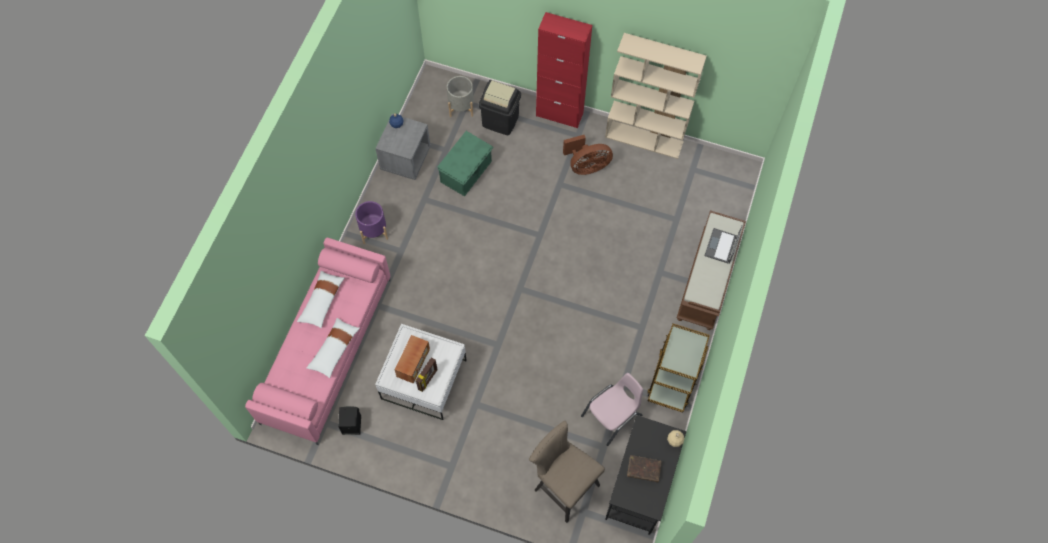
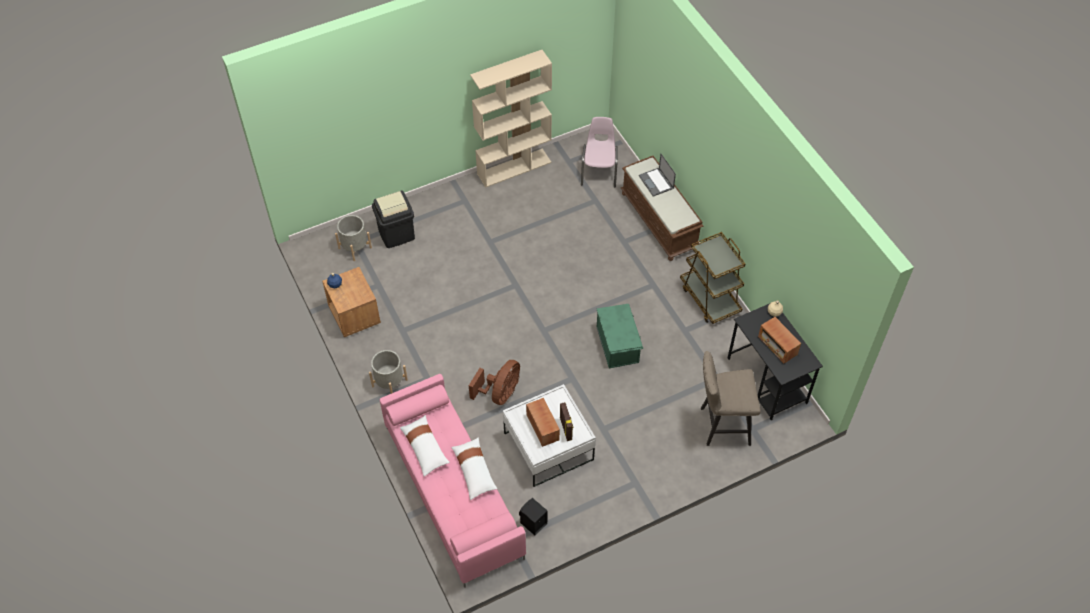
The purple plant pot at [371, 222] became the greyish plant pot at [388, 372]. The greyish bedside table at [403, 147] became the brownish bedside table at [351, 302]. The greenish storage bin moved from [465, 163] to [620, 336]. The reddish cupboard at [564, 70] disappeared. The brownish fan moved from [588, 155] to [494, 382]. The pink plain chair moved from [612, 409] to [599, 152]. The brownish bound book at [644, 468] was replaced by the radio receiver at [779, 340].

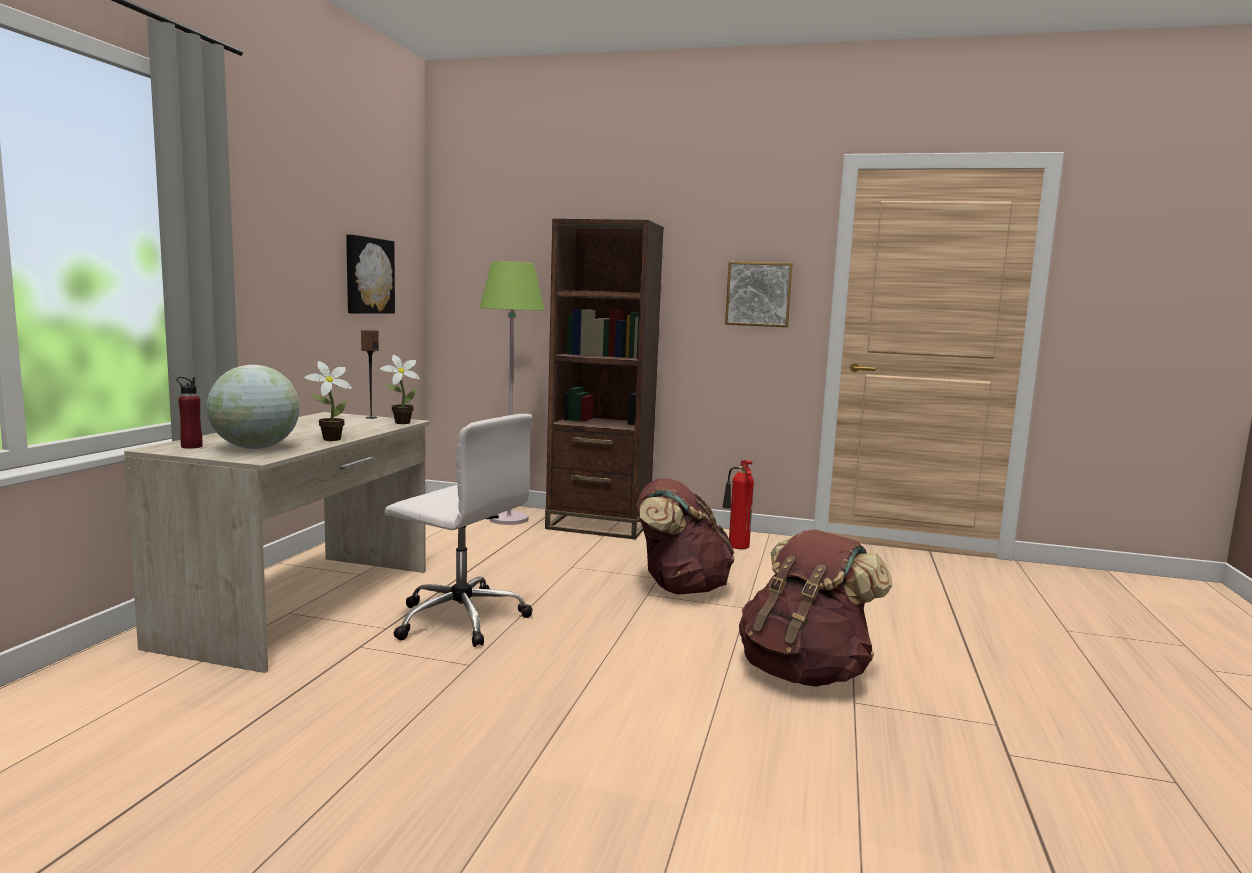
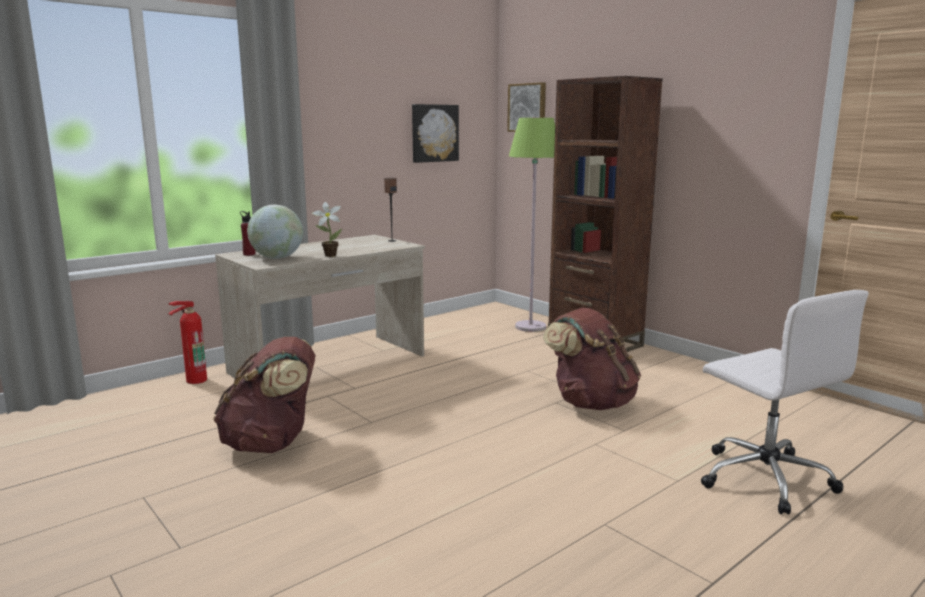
The plant in a pot at [400, 389] disappeared. The white office chair moved from [458, 530] to [784, 402]. The extinguisher moved from [738, 504] to [187, 342]. The wall art moved from [759, 294] to [526, 107]. The brownish knapsack moved from [816, 608] to [264, 395].

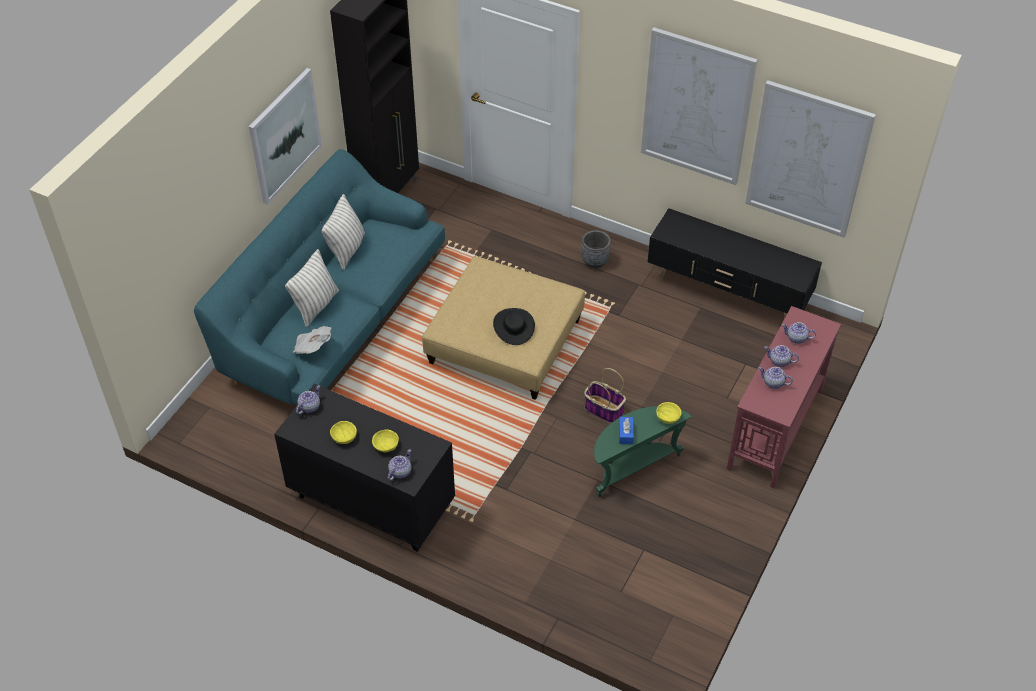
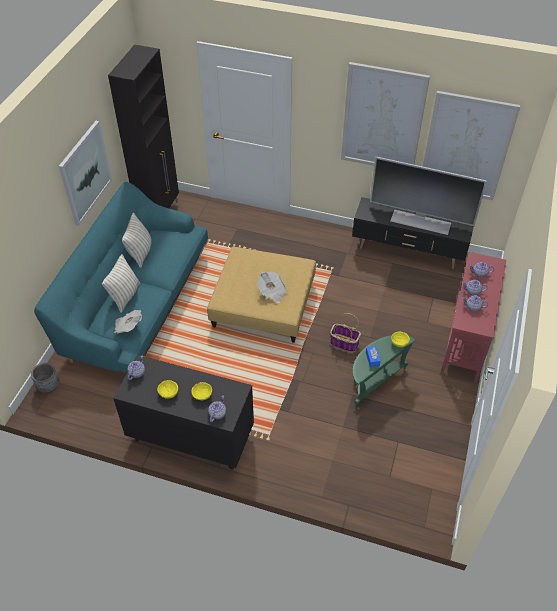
The black-coloured hat at [514, 326] was replaced by the printed paper at [272, 287]. The greyish plant pot moved from [596, 249] to [45, 378]. The TV set at [428, 196] appeared.

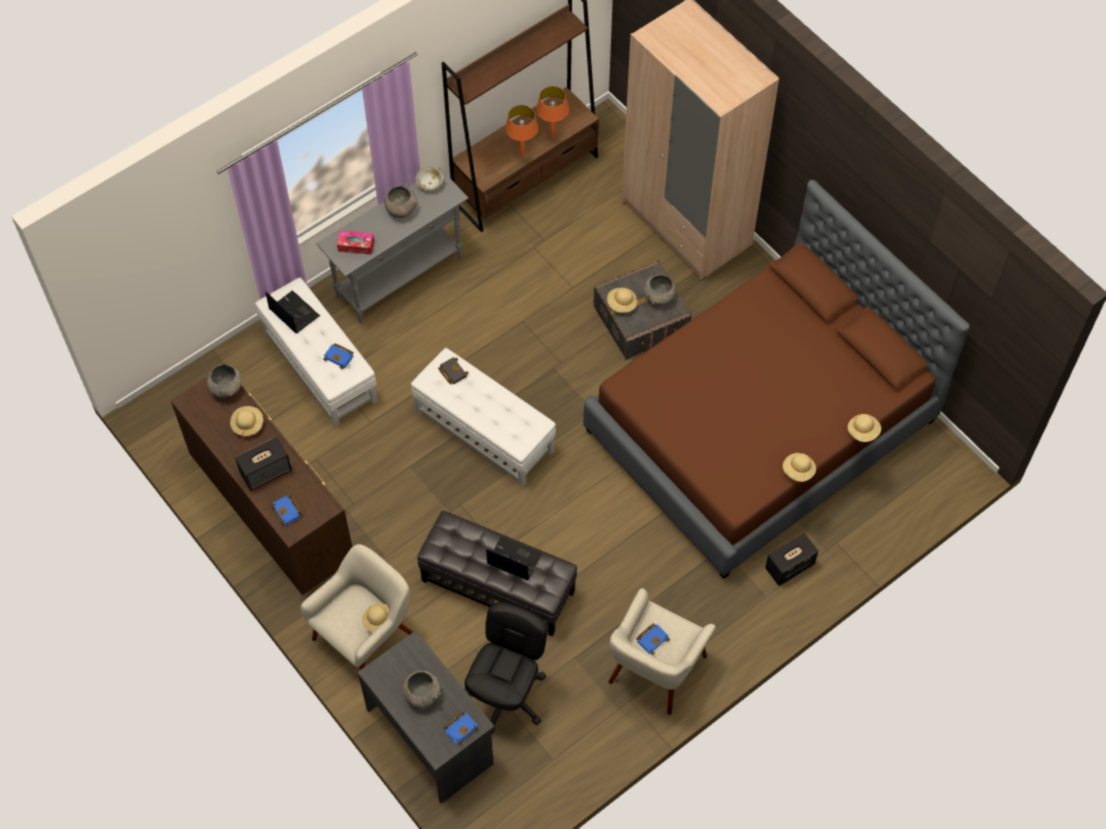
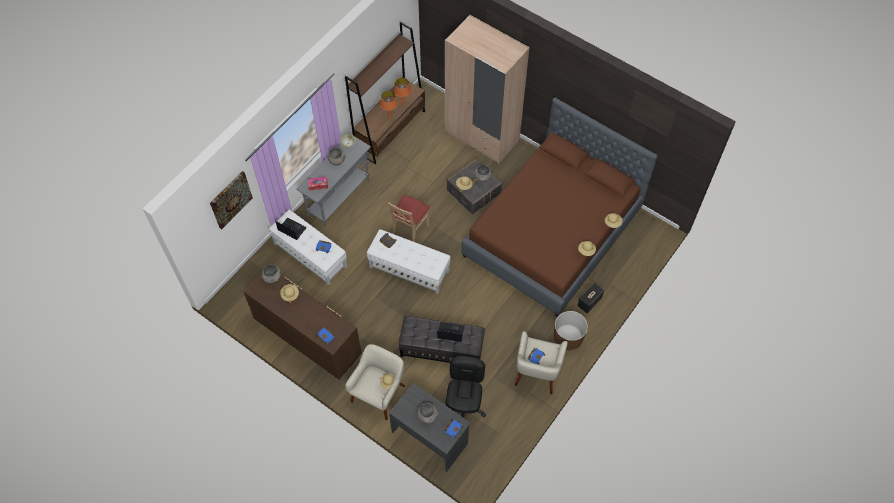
The speaker at [263, 463] disappeared. The wall art at [231, 200] appeared. The sand-coloured plain chair at [409, 218] appeared. The brownish plant pot at [571, 330] appeared.

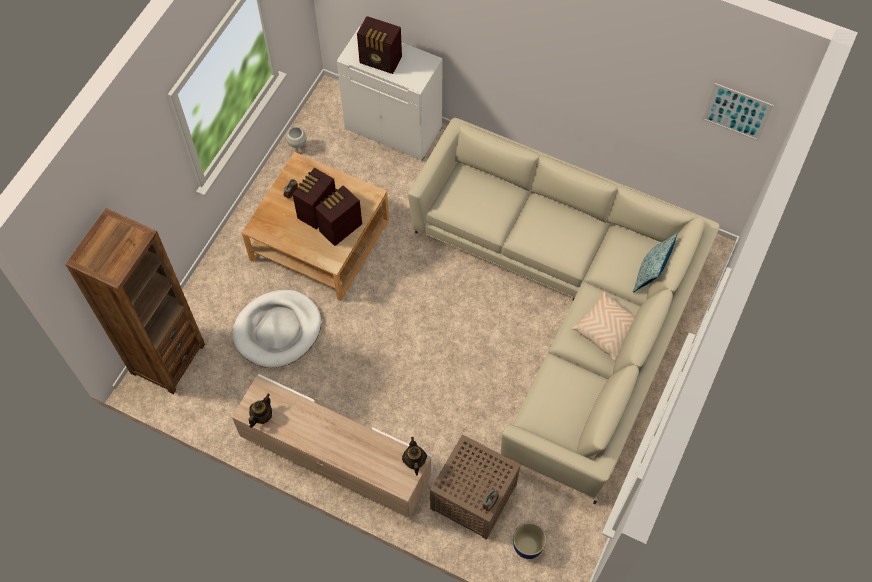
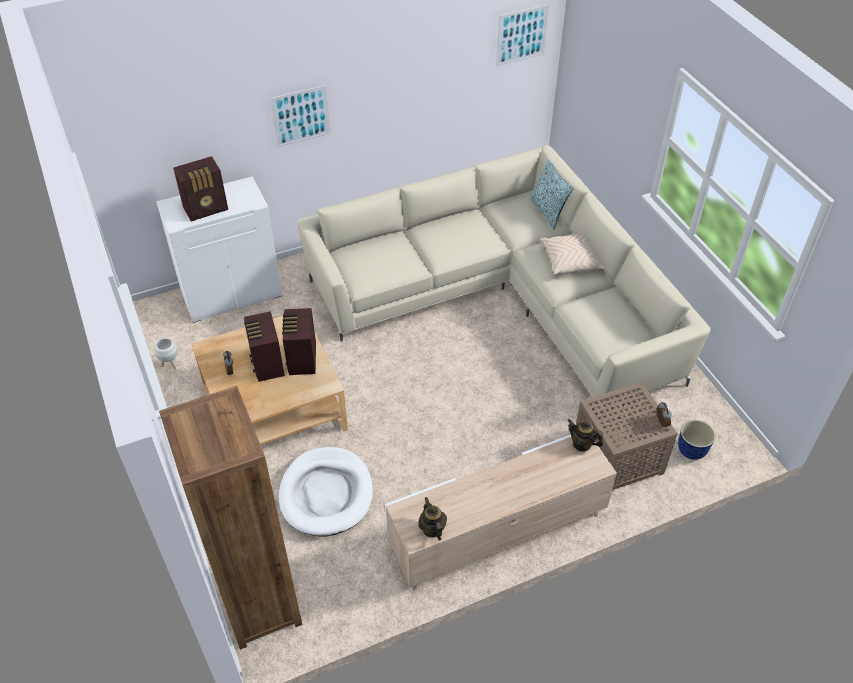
The wall art at [300, 116] appeared.

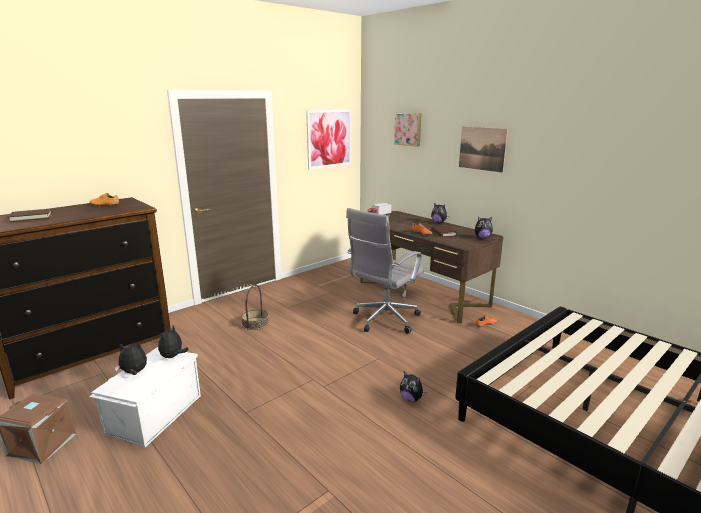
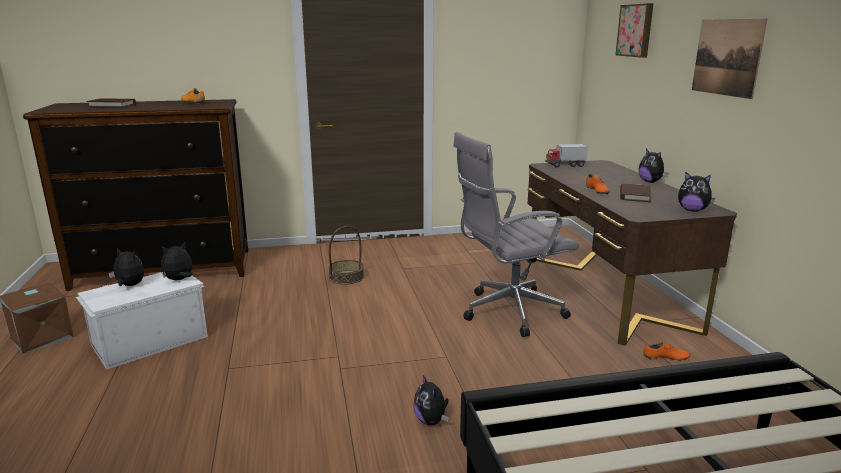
The wall art at [328, 139] disappeared.

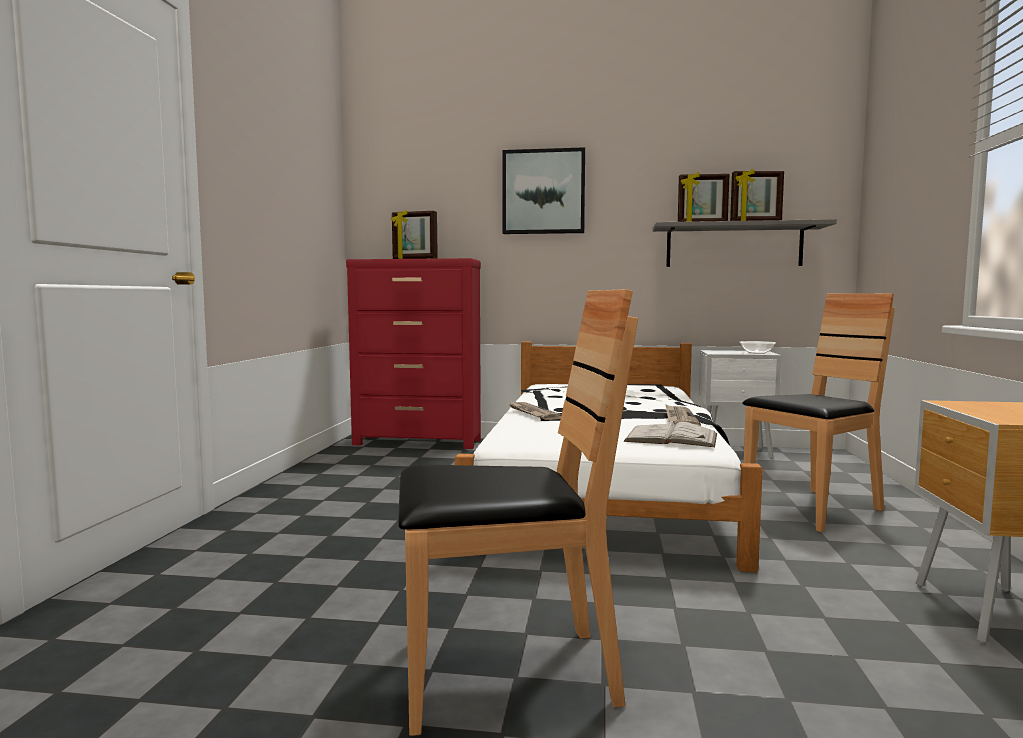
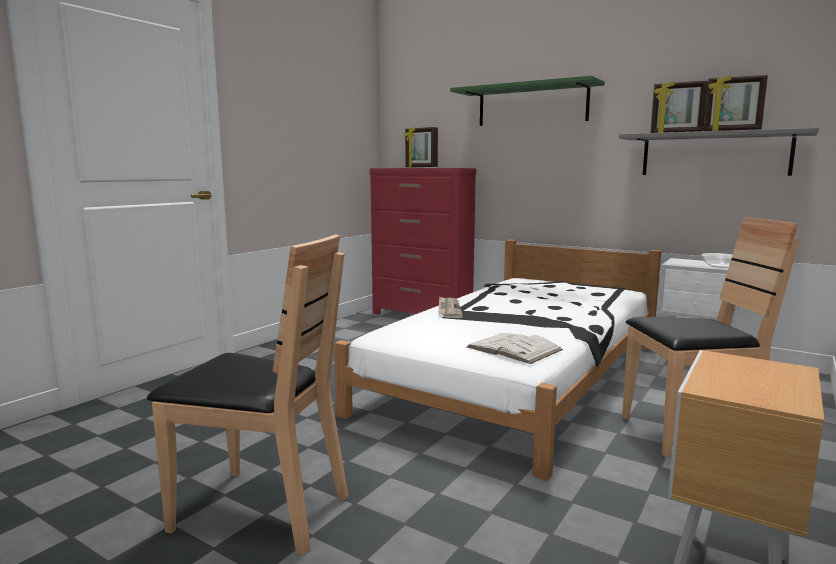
The wall art at [543, 190] was replaced by the greenish shelf at [527, 100]. The printed paper at [683, 415] disappeared.

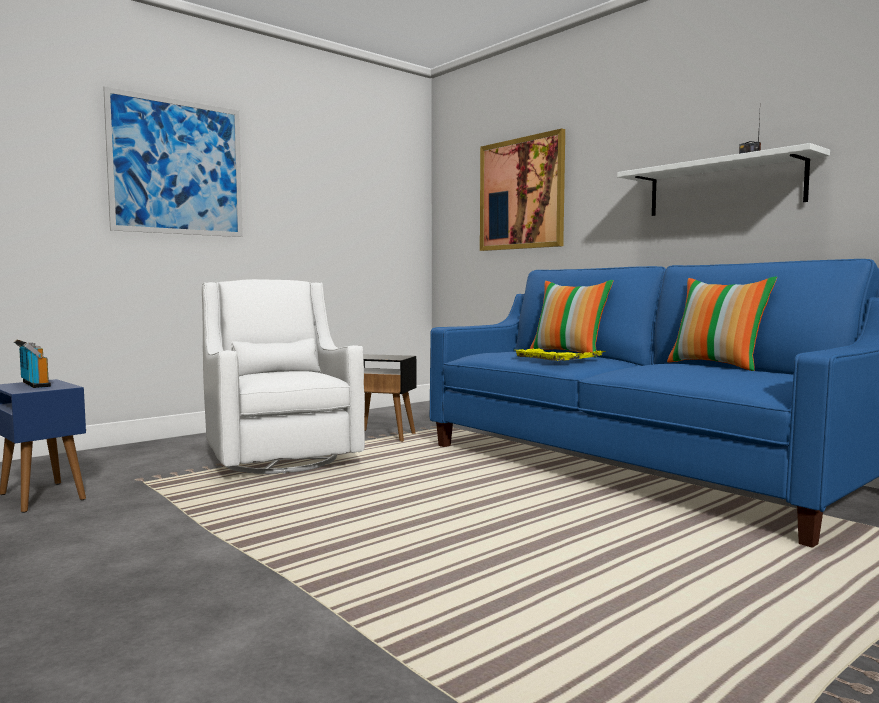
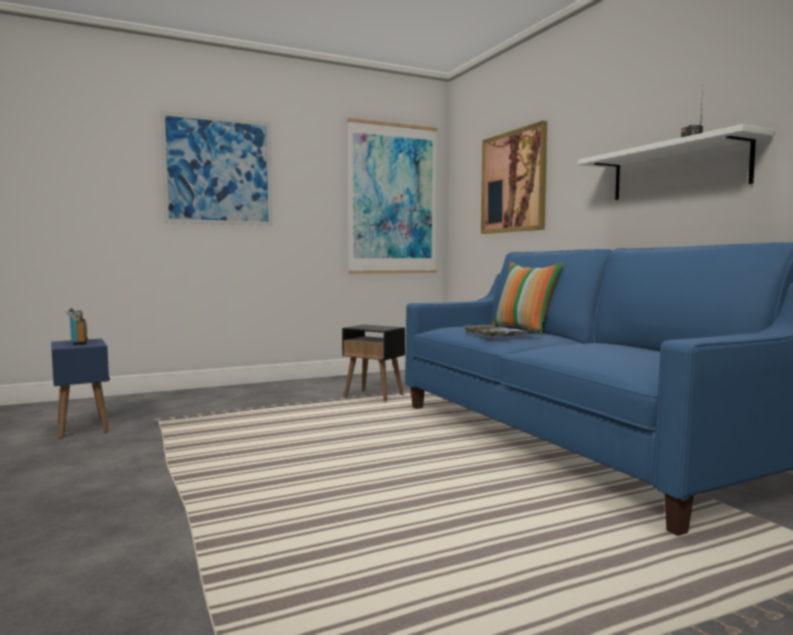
The white lounge chair at [283, 376] disappeared. The yellowish carrying tray at [561, 354] became the greyish carrying tray at [504, 331]. The cushion at [722, 324] disappeared. The wall art at [392, 196] appeared.

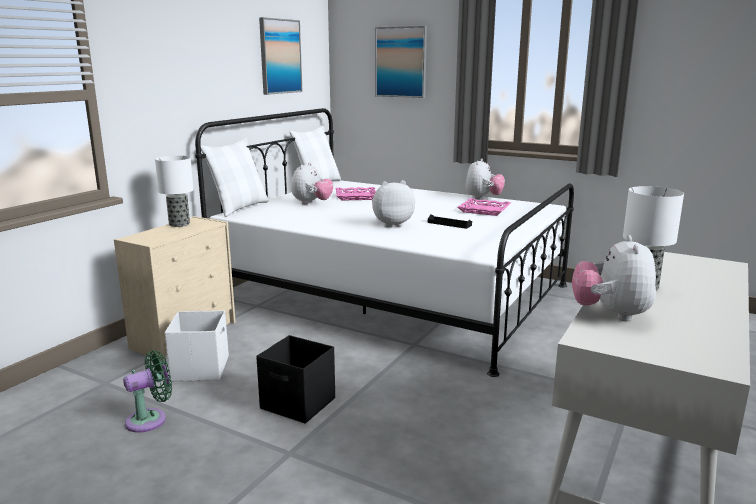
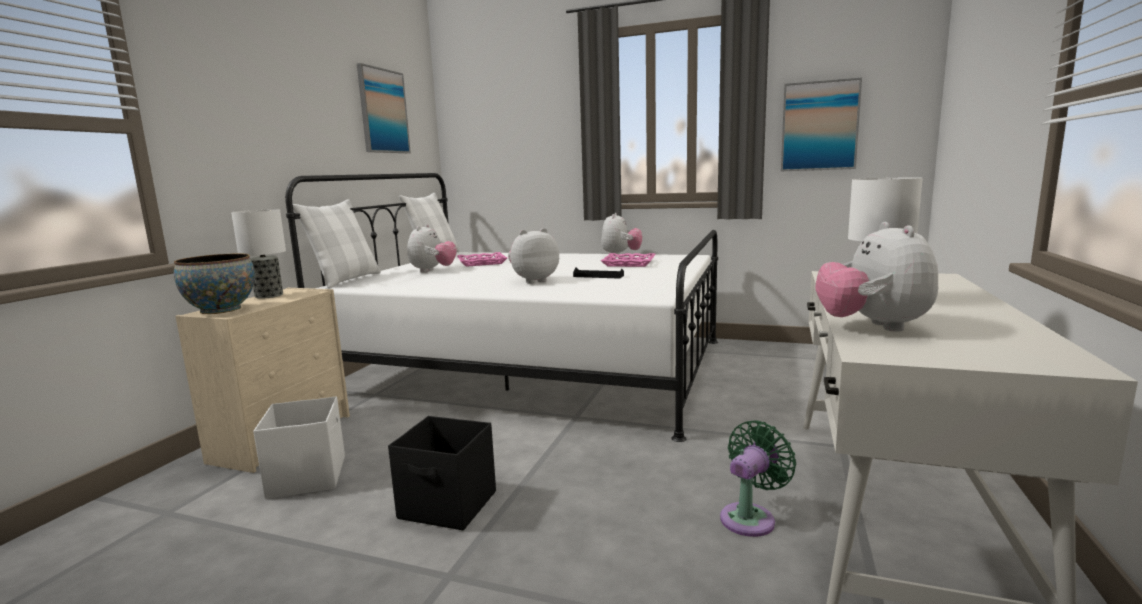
The greenish fan moved from [147, 391] to [758, 478]. The wall art moved from [401, 62] to [821, 124]. The serving bowl at [214, 283] appeared.

